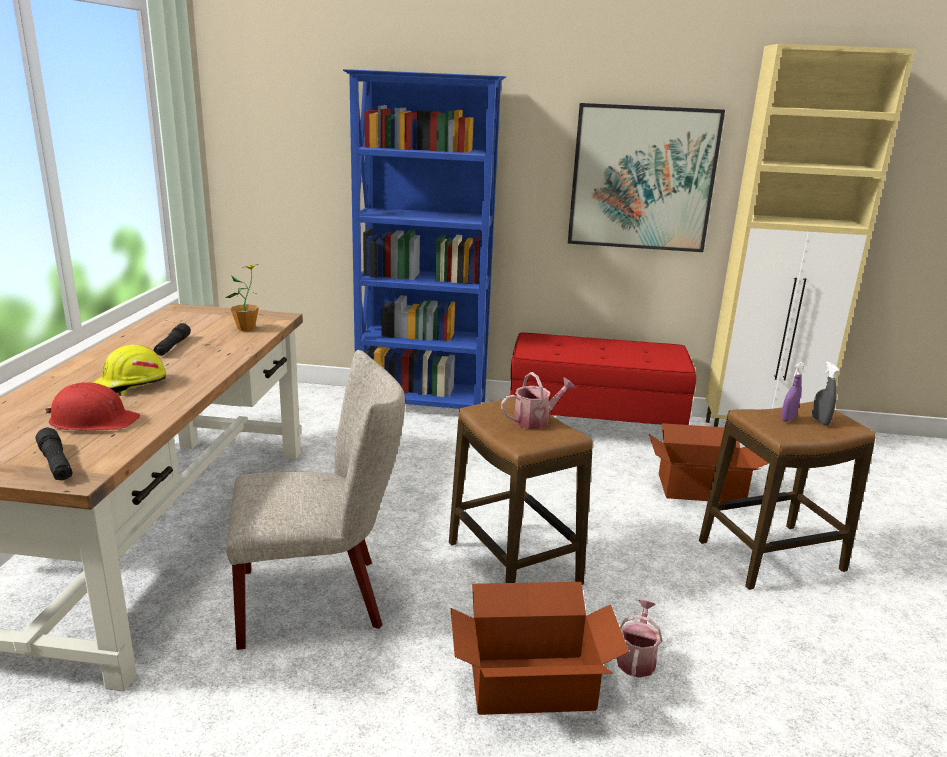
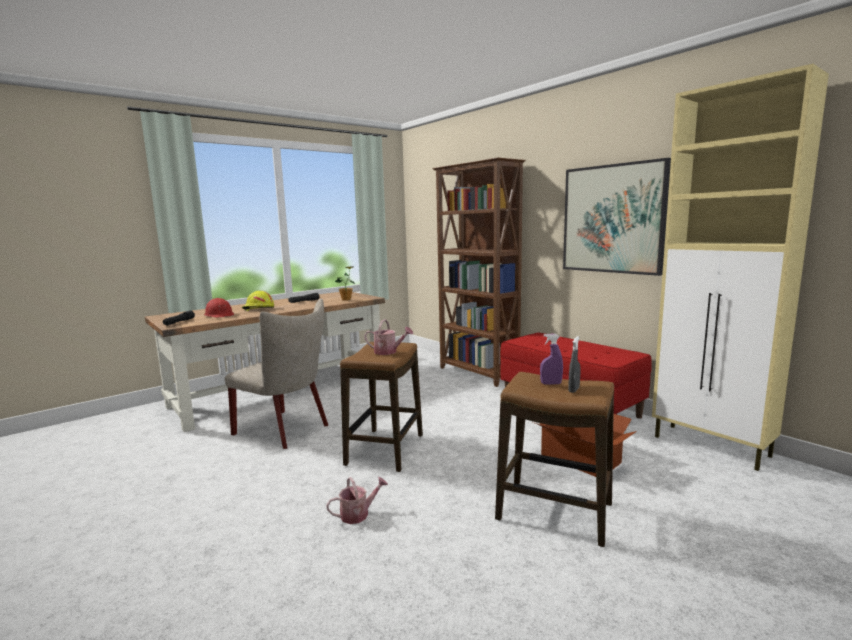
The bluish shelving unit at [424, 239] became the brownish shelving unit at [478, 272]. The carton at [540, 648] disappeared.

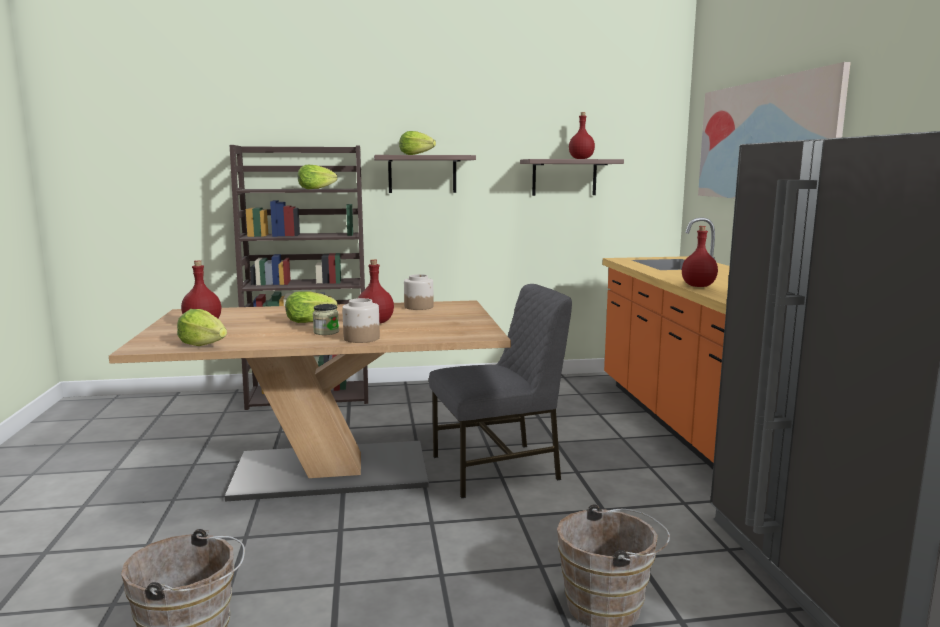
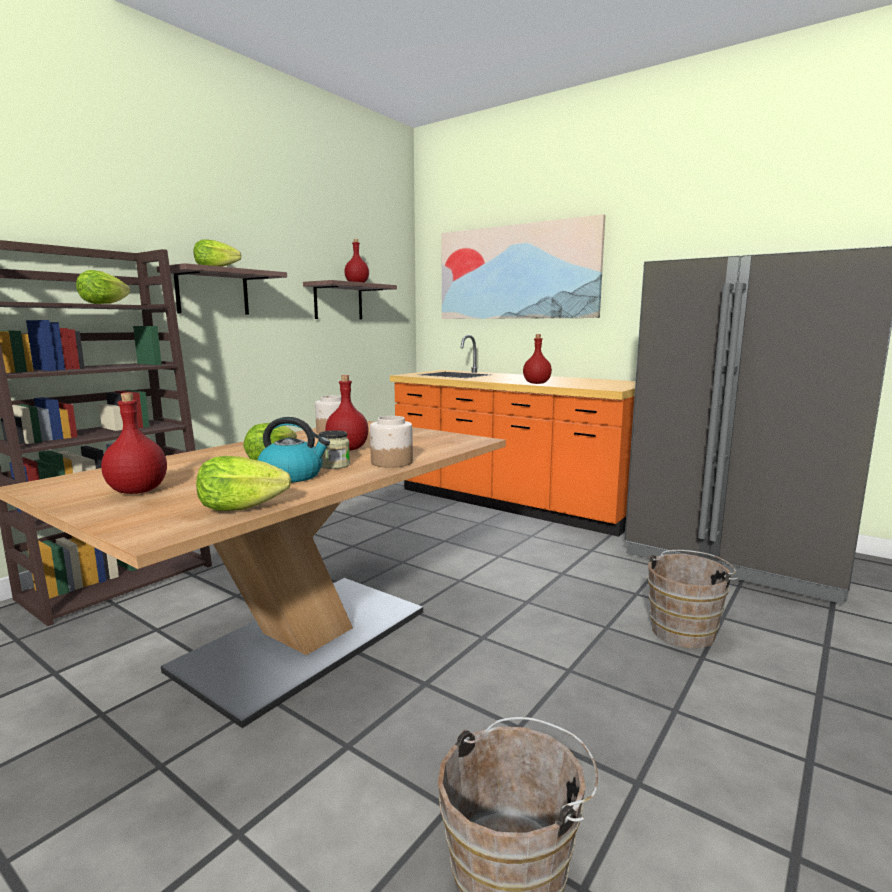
The greyish plain chair at [500, 391] disappeared. The kettle at [294, 450] appeared.

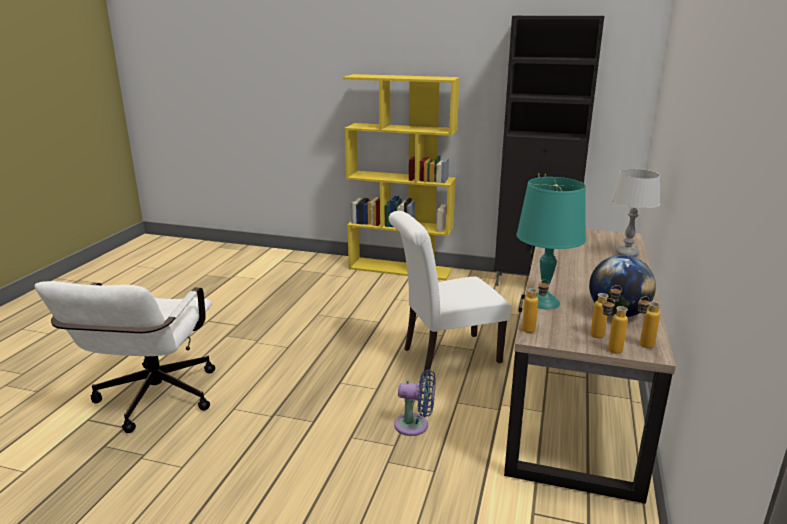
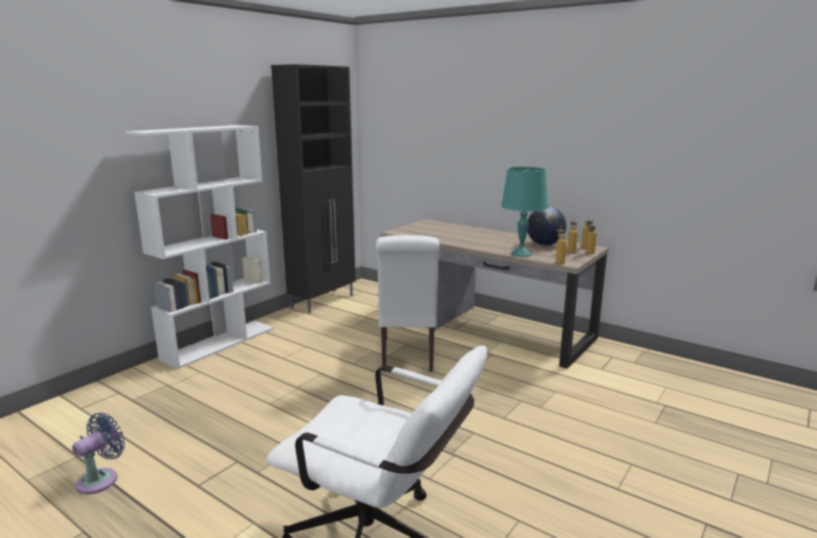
The yellowish shelving unit at [401, 177] became the white shelving unit at [199, 247]. The bluish fan moved from [415, 402] to [98, 453]. The greyish tabletop lamp at [635, 213] disappeared.

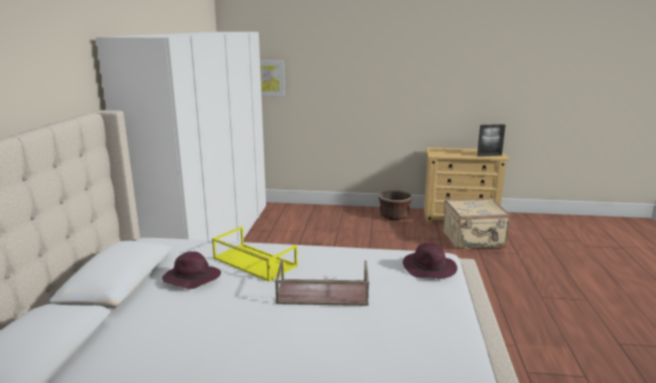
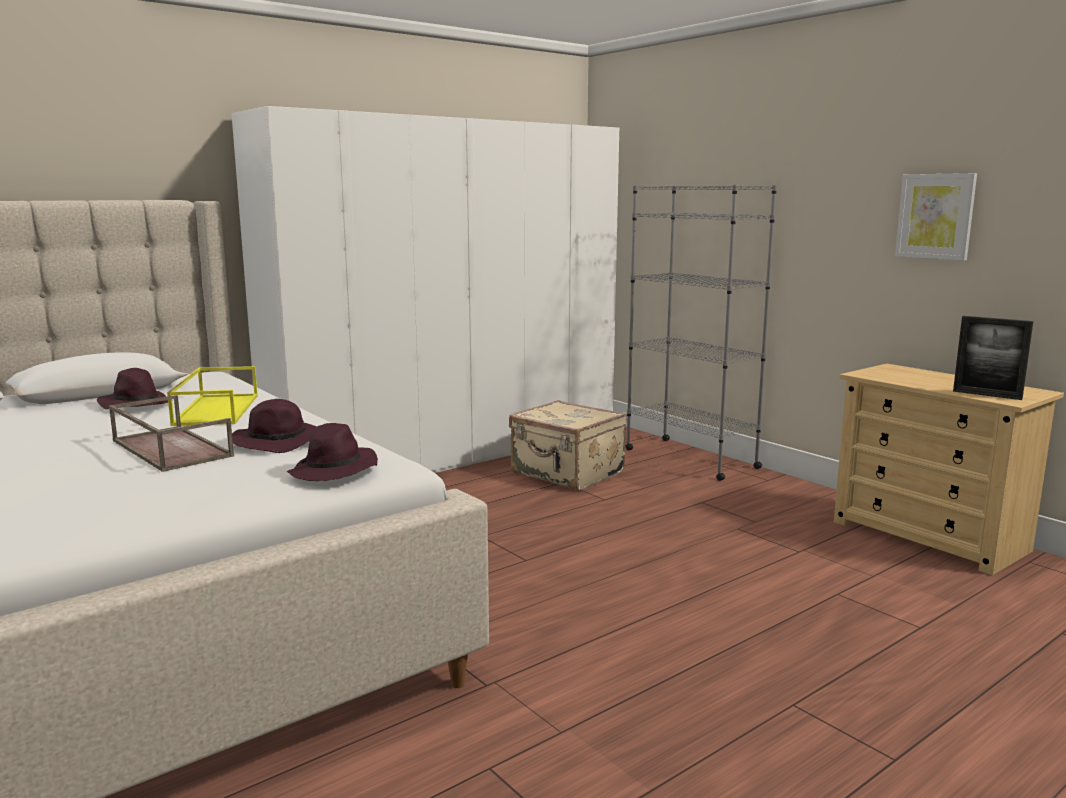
The wall art moved from [272, 78] to [936, 217]. The brownish plant pot at [395, 205] disappeared. The sand-coloured suitcase moved from [477, 223] to [568, 445]. The purple hat at [274, 426] appeared. The greyish shelving unit at [701, 333] appeared.

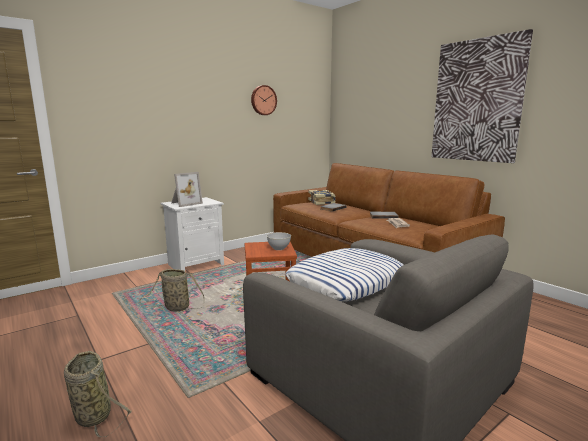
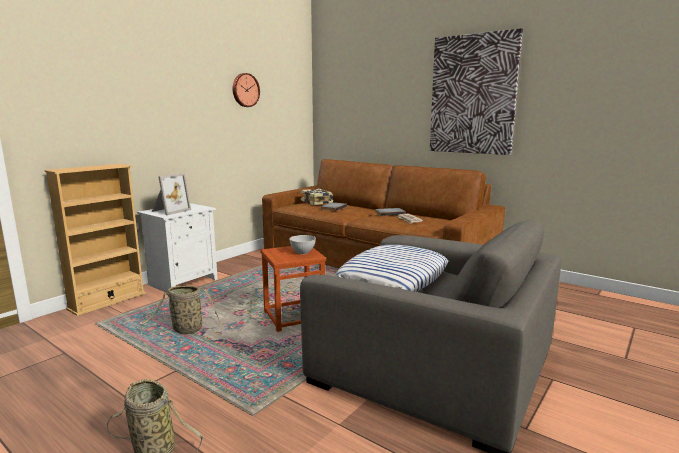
The sand-coloured shelving unit at [95, 240] appeared.

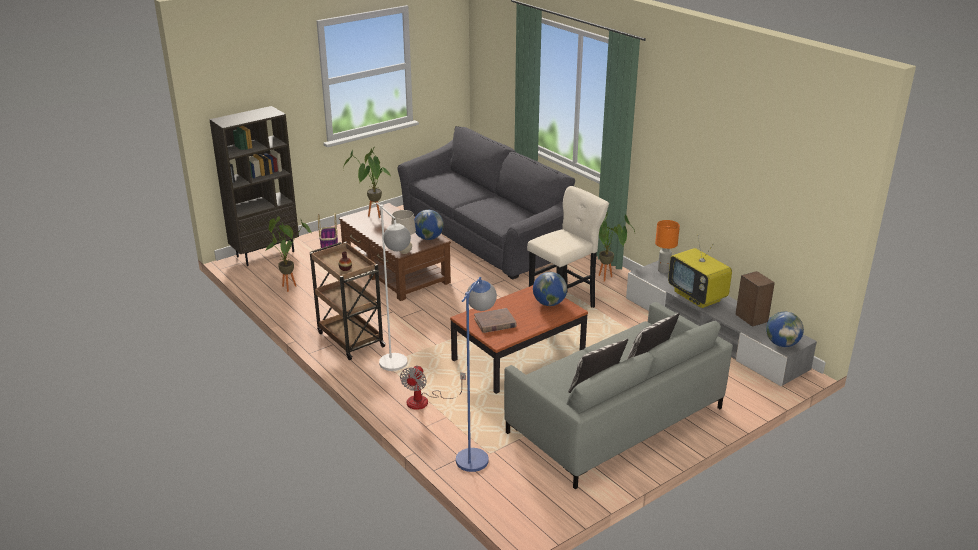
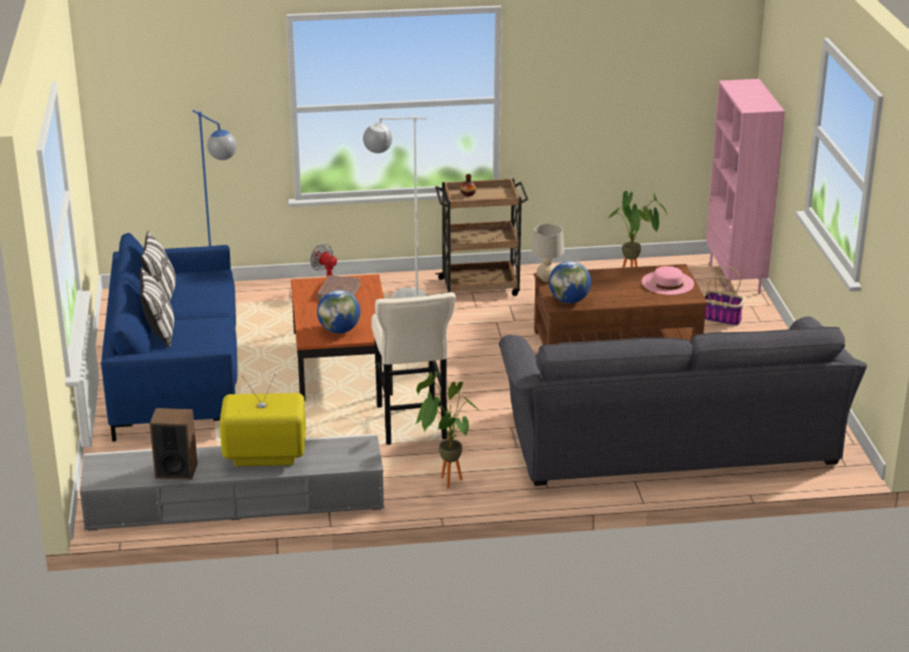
The brownish shelving unit at [254, 186] became the pink shelving unit at [745, 186]. The plant in a pot at [367, 182] was replaced by the pink hat at [668, 280]. The greyish settee at [618, 395] became the bluish settee at [169, 337]. The orange-coloured tabletop lamp at [667, 246] disappeared. The globe at [785, 329] disappeared.

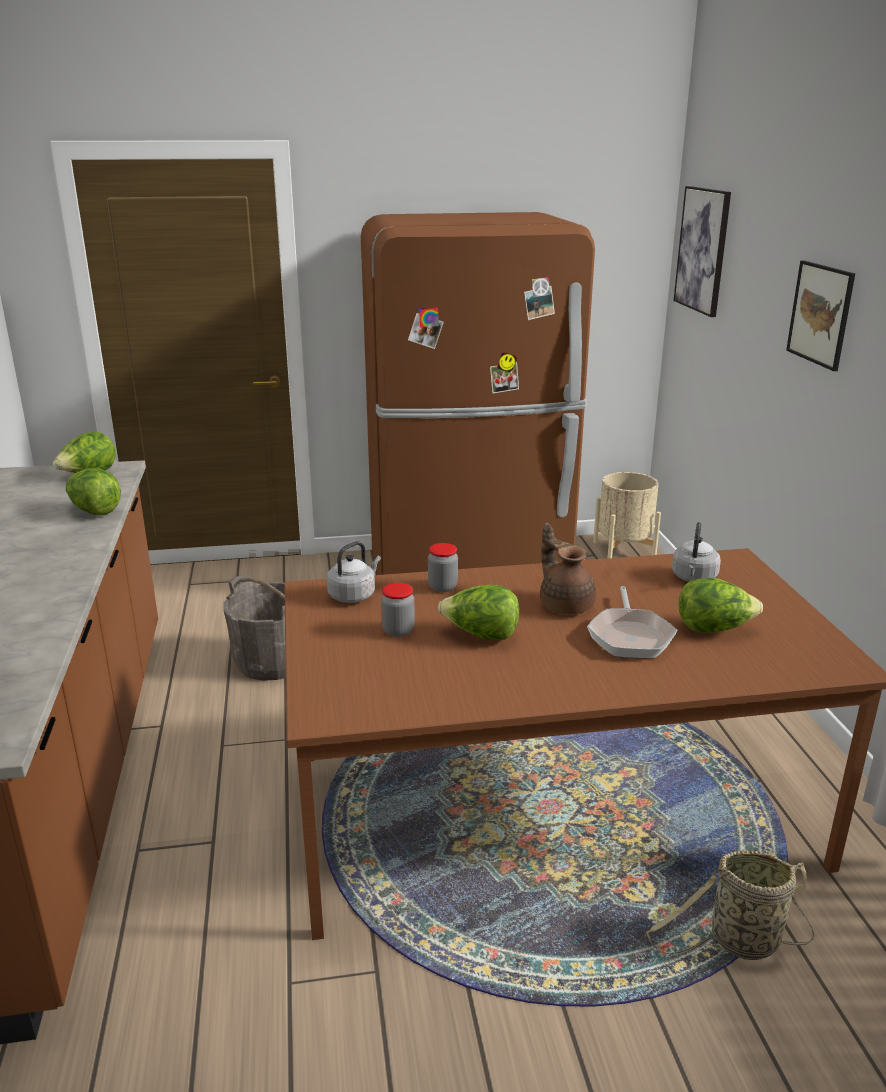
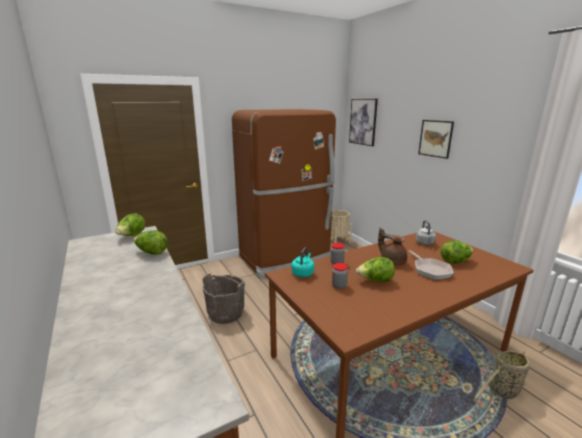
The greyish kettle at [354, 572] became the turquoise kettle at [302, 262].

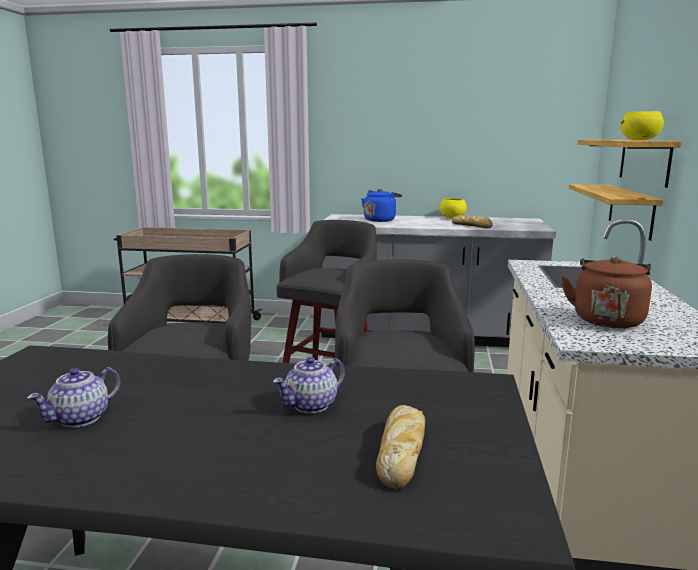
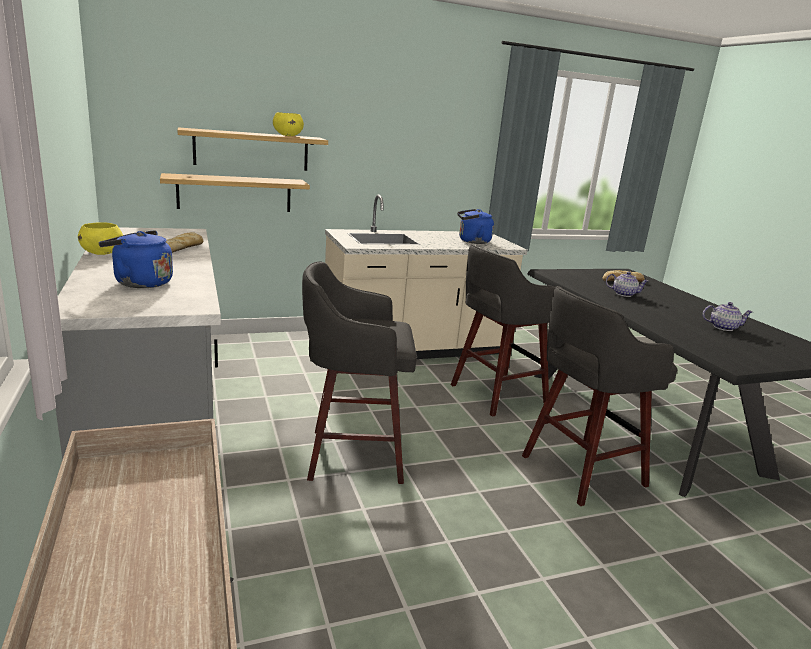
The brownish kettle at [606, 292] became the bluish kettle at [475, 226].

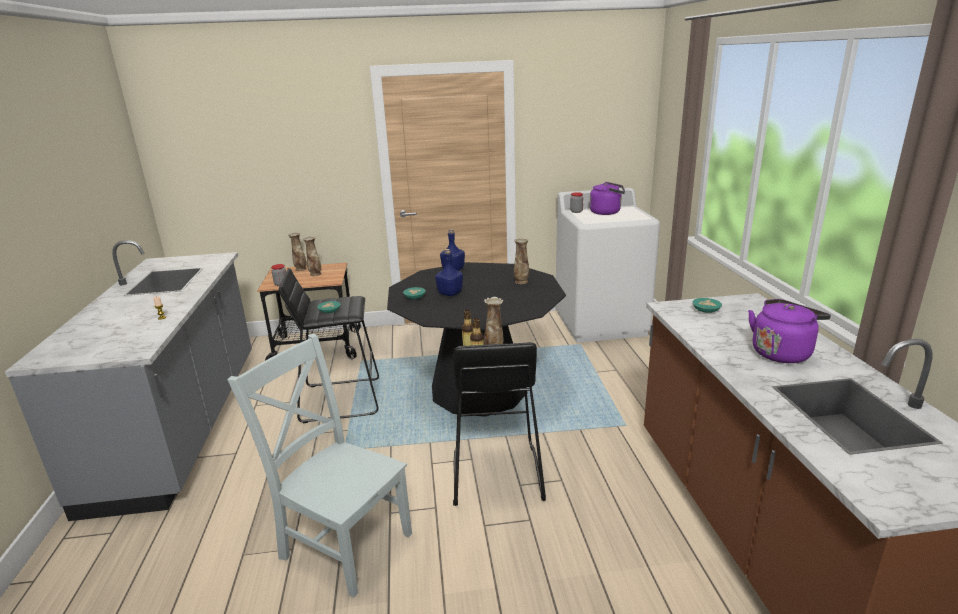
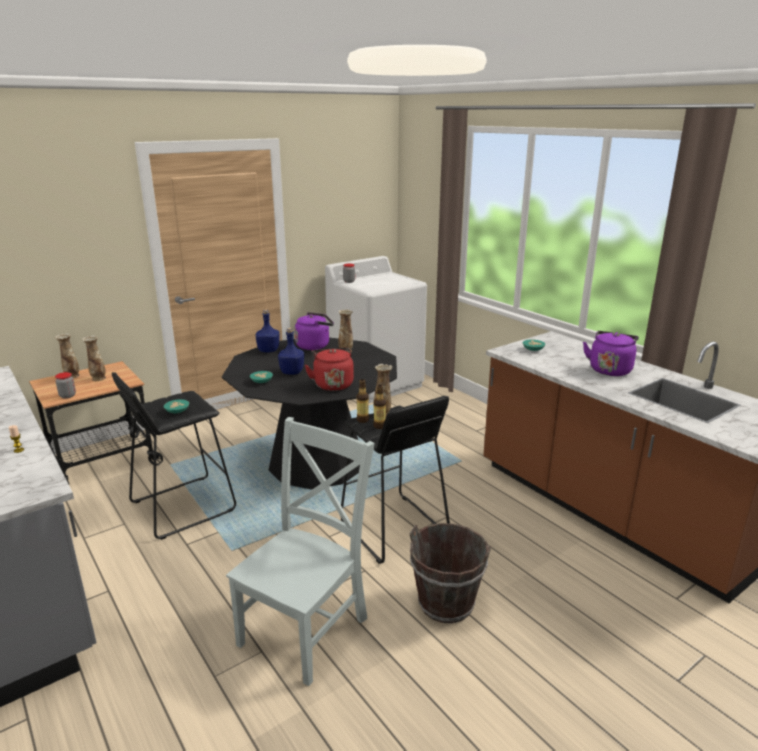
The greyish plain chair at [319, 466] turned 120 degrees clockwise. The purple kettle moved from [607, 198] to [314, 331]. The reddish kettle at [329, 369] appeared. The brownish water bucket at [450, 573] appeared.

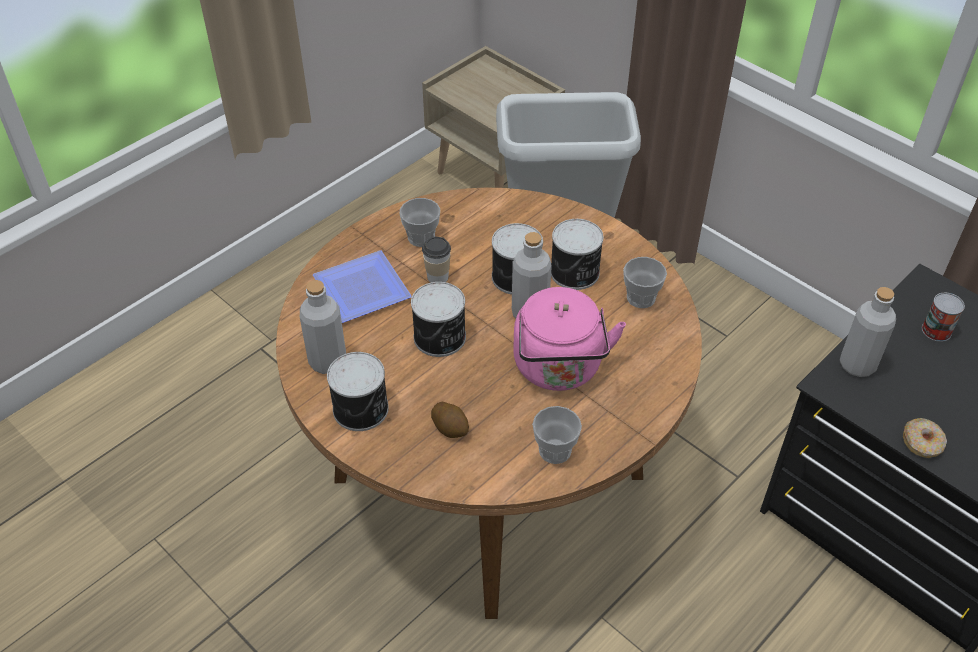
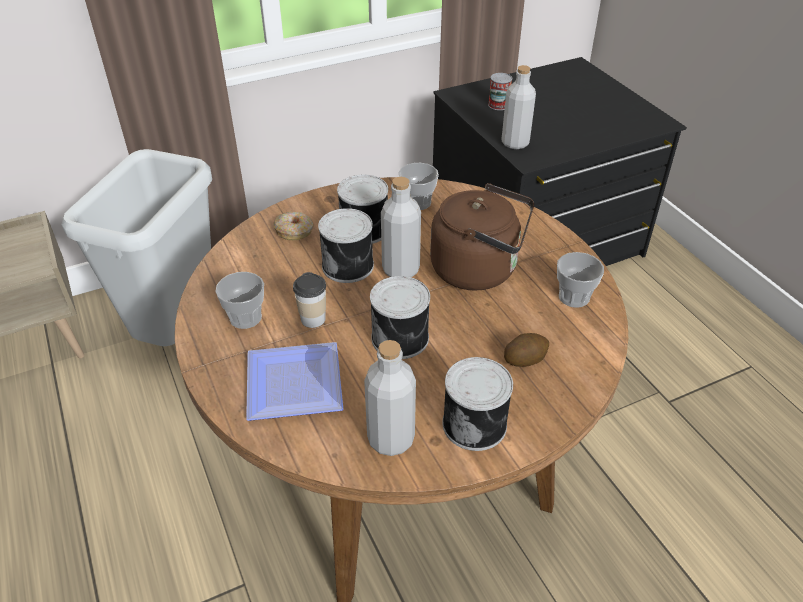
The pink kettle at [569, 339] became the brownish kettle at [482, 236]. The donut moved from [925, 438] to [293, 226].

